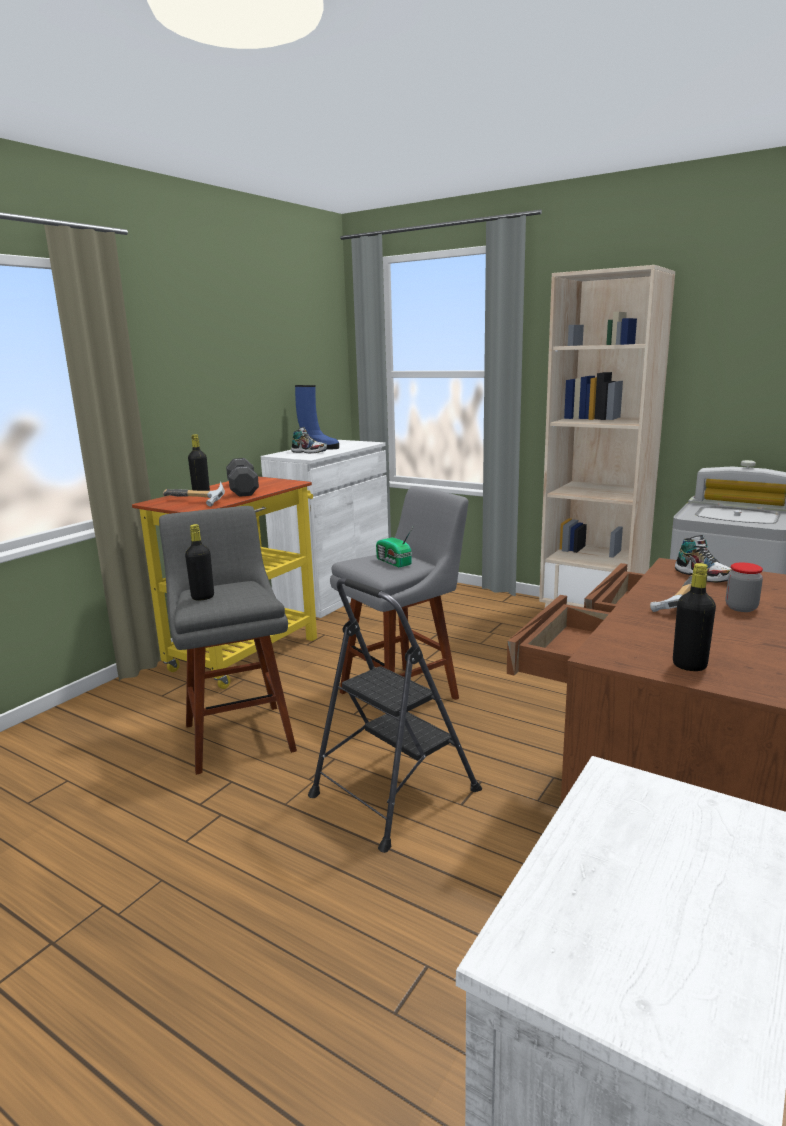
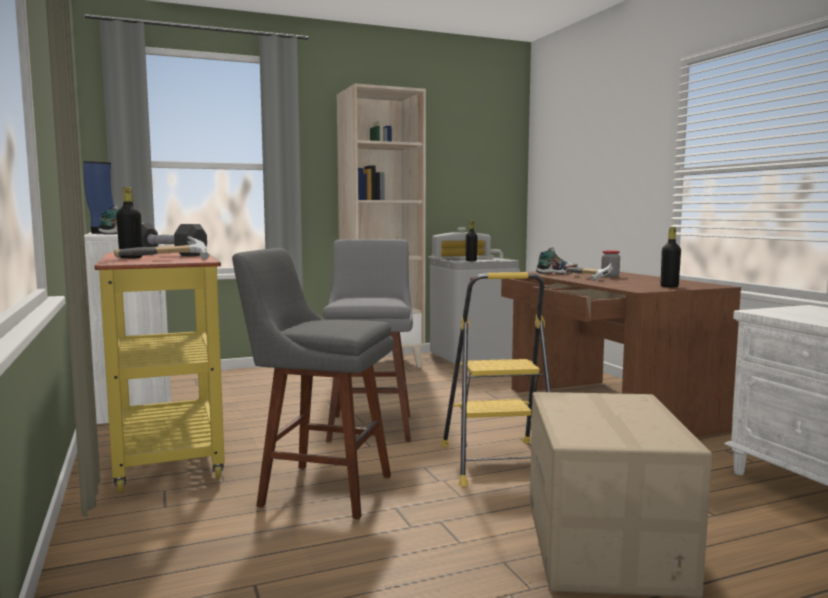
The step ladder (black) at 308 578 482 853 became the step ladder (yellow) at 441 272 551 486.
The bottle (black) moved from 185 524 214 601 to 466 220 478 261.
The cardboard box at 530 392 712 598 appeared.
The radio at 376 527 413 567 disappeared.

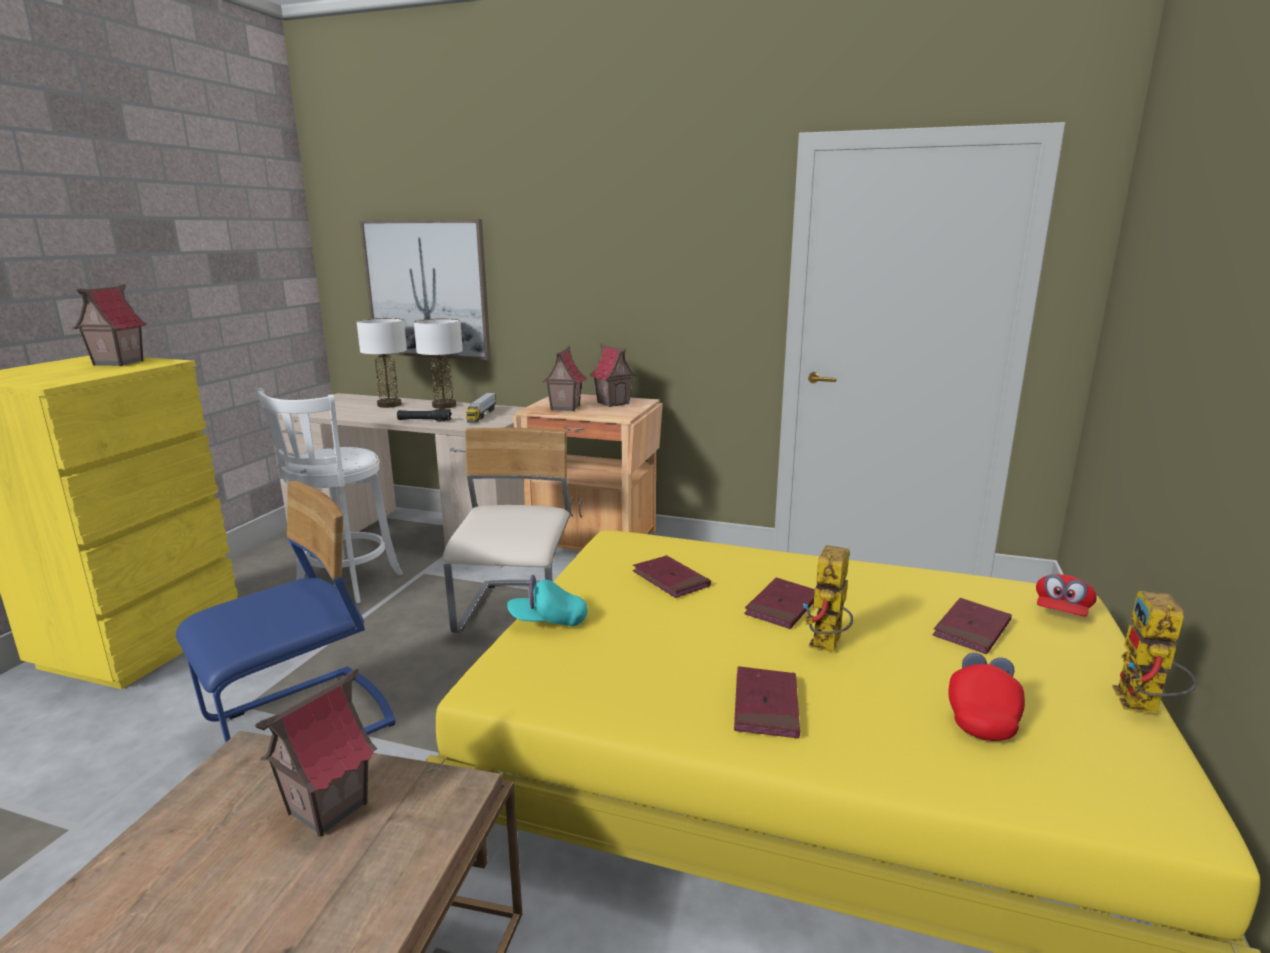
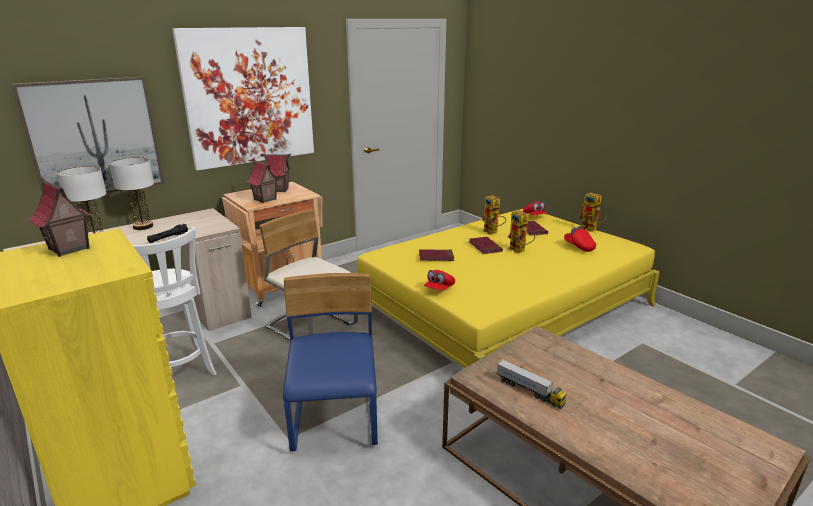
The picture at 172 27 314 171 appeared.
The cap (turquoise) at 507 575 588 627 became the cap (red) at 424 270 455 290.
The toy robot at 482 195 506 235 appeared.
The toy truck moved from 466 393 496 423 to 496 360 567 409.
The toy house at 255 668 377 837 disappeared.
The book (red) at 734 666 800 738 disappeared.

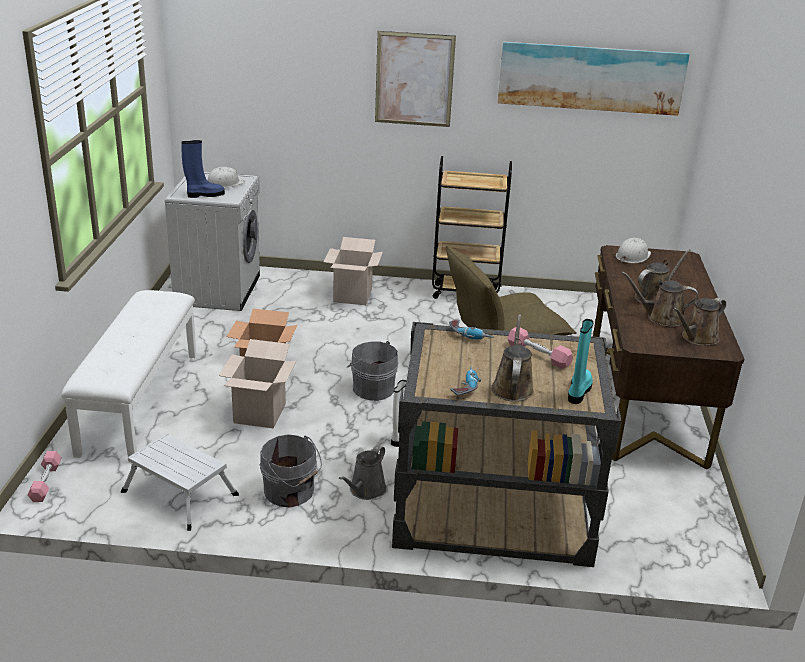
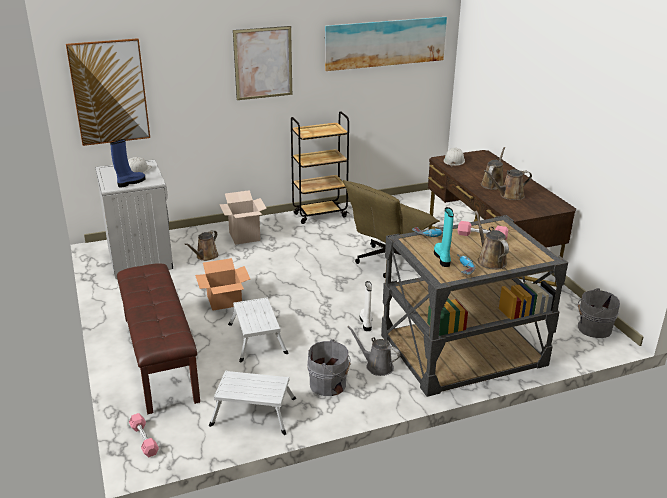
The picture at 66 38 150 146 appeared.
The bench (white) at 61 290 197 458 became the bench (brown) at 117 263 200 414.
The watering can (brown) moved from 673 298 726 345 to 185 230 219 261.
The cardboard box at 218 339 297 428 was replaced by the step ladder (white) at 228 297 289 362.
The watering can (grey) at 339 445 387 500 turned 120 degrees clockwise.
The boot (turquoise) moved from 568 319 593 404 to 434 207 454 267.
The bucket (grey) moved from 347 341 398 401 to 578 288 620 338.

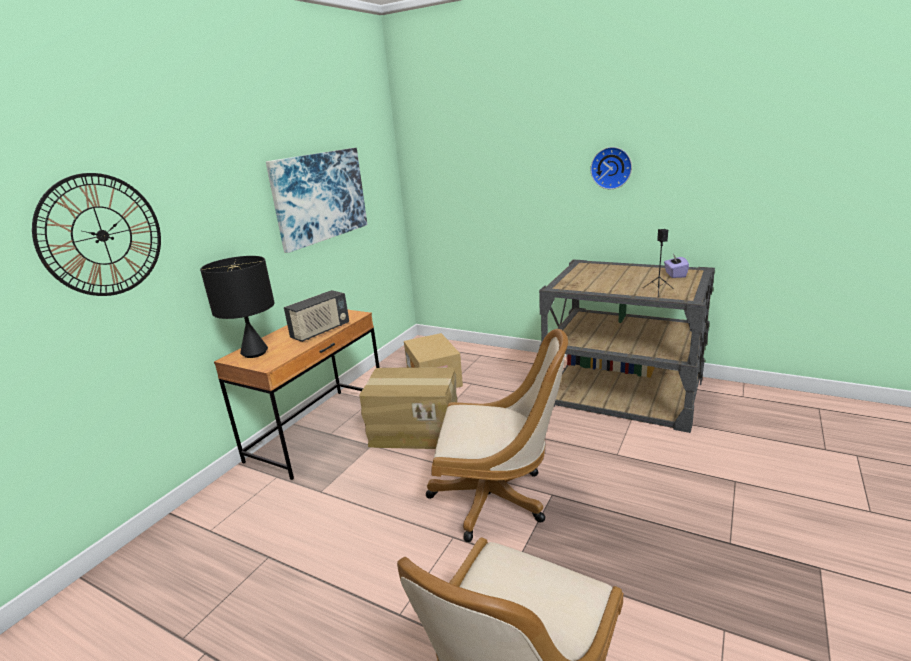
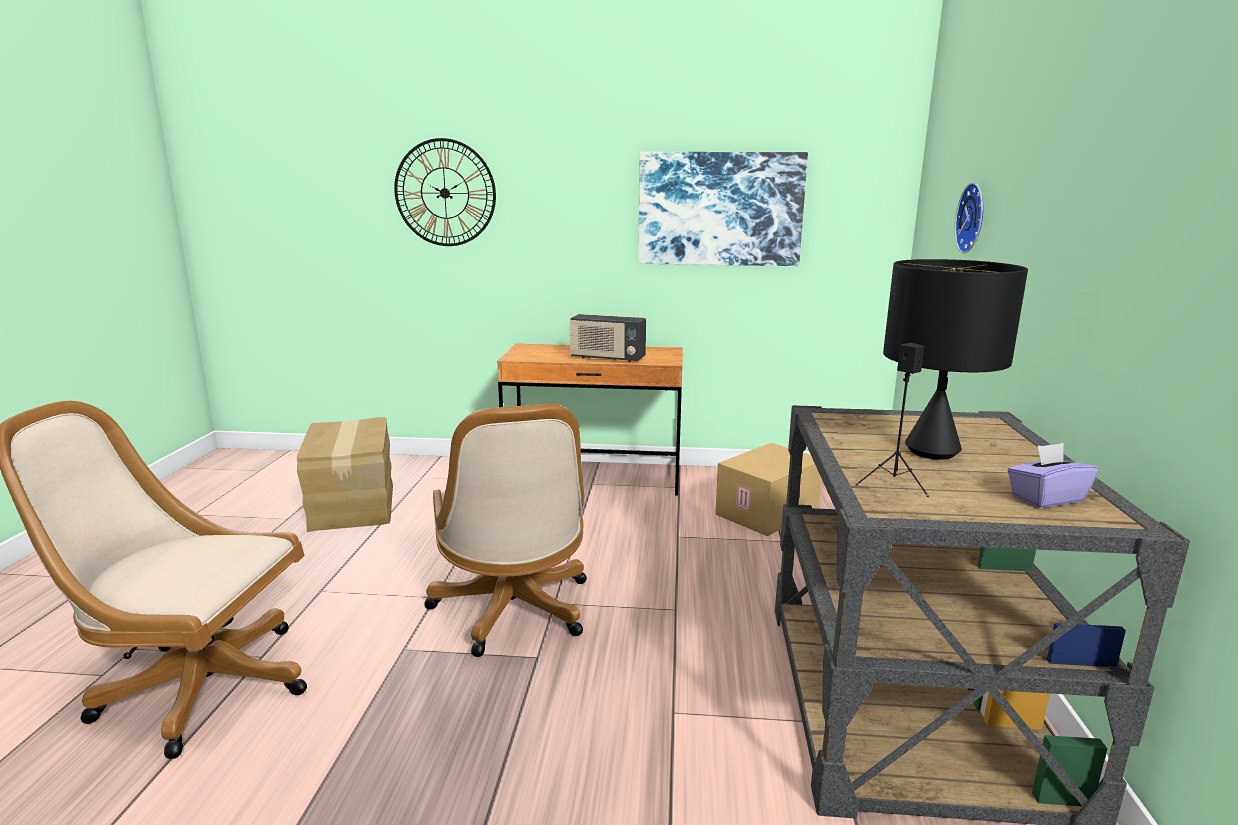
The cardboard box moved from 359 367 457 449 to 297 417 393 532.
The table lamp (black) moved from 200 256 274 358 to 883 259 1028 460.
The wall clock moved from 590 147 632 189 to 954 183 983 253.

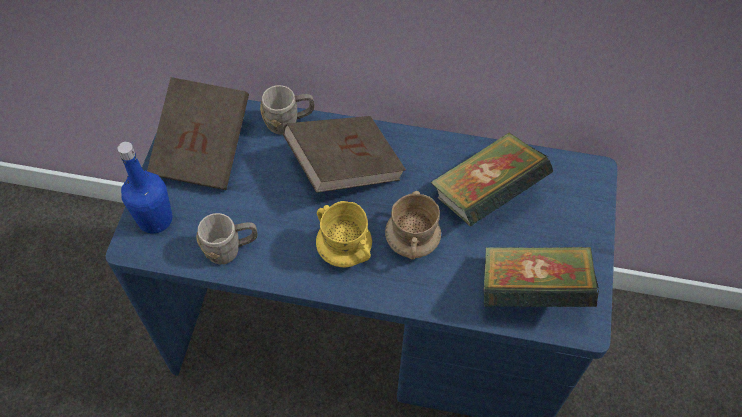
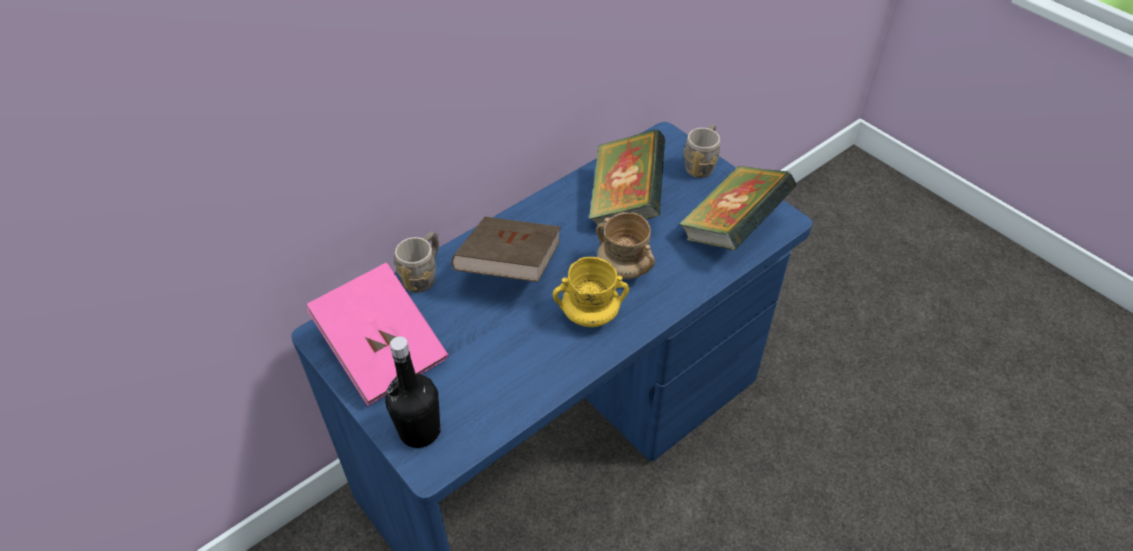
The book (brown) at 147 77 249 190 became the book (pink) at 307 263 449 406.
The bottle (blue) at 117 142 173 233 became the bottle (black) at 385 336 441 448.
The mug (grey) moved from 196 213 258 264 to 683 124 720 178.

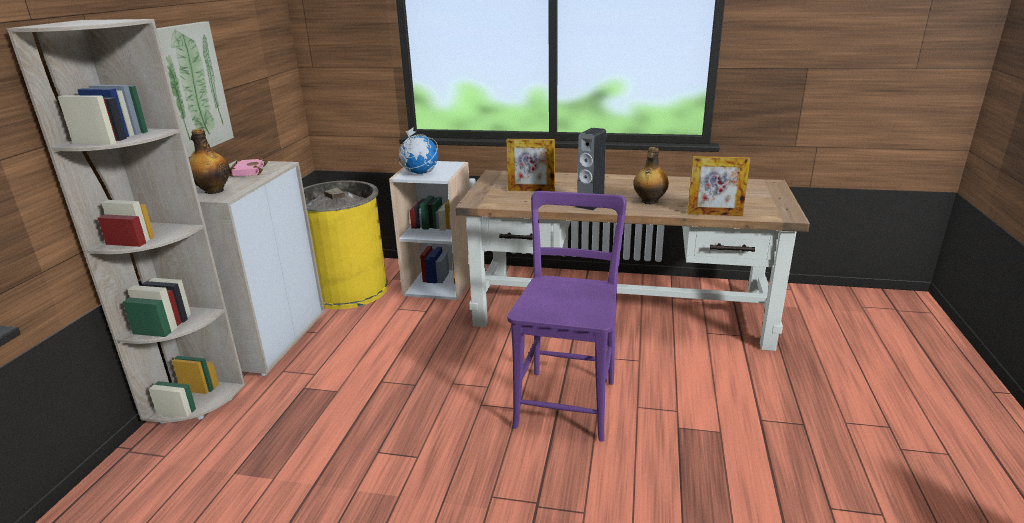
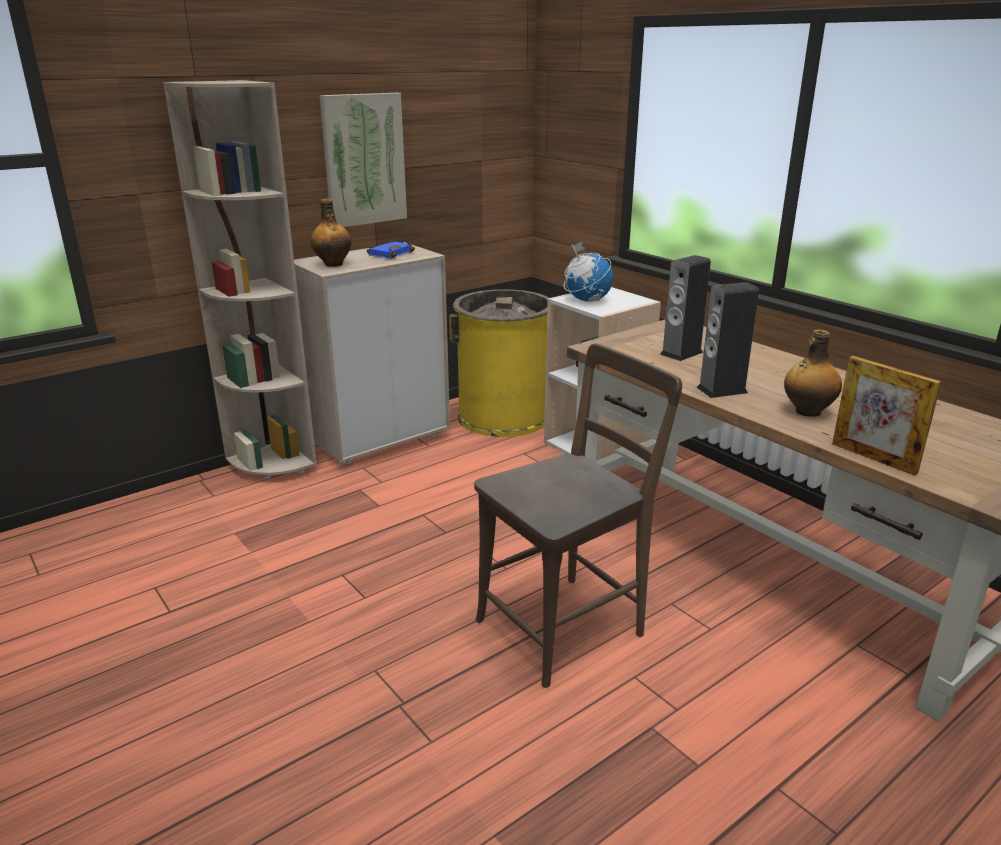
The book (pink) at 230 158 268 177 became the book (blue) at 367 240 415 259.
The chair (purple) at 507 191 627 442 became the chair (brown) at 474 343 682 688.
The picture frame at 506 139 555 191 was replaced by the speaker at 660 255 711 361.

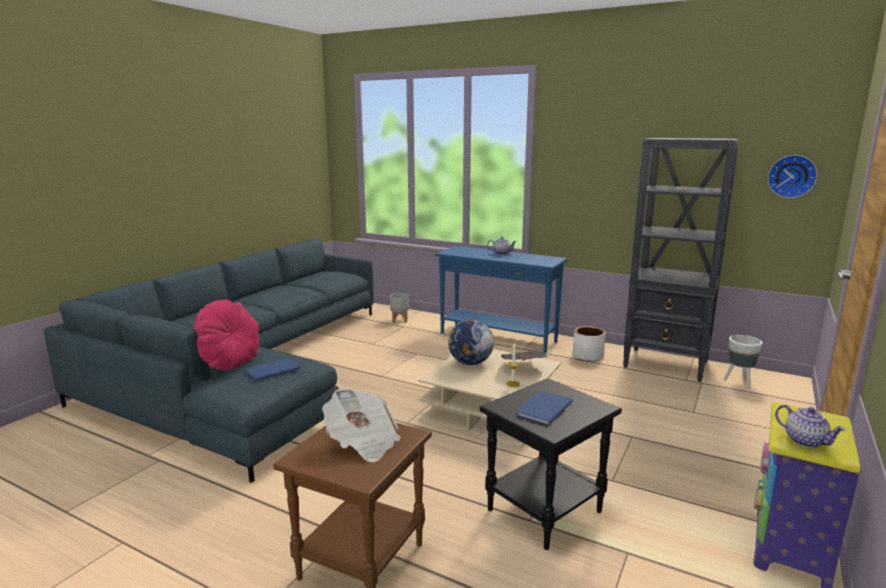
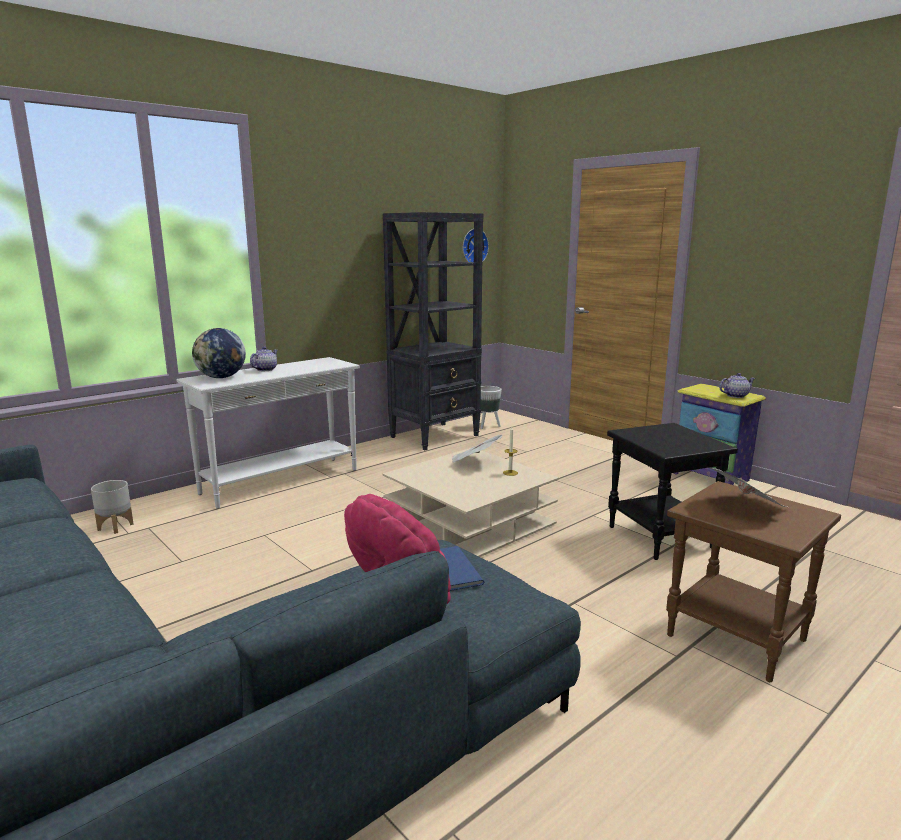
The console table (blue) at 435 246 568 353 became the console table (white) at 176 357 360 509.
The globe moved from 448 320 494 365 to 192 328 246 378.
The book (blue) at 516 391 573 425 disappeared.
The planter (white) at 573 326 605 362 disappeared.

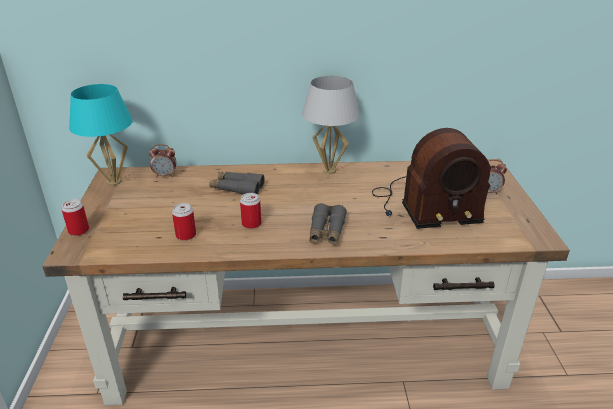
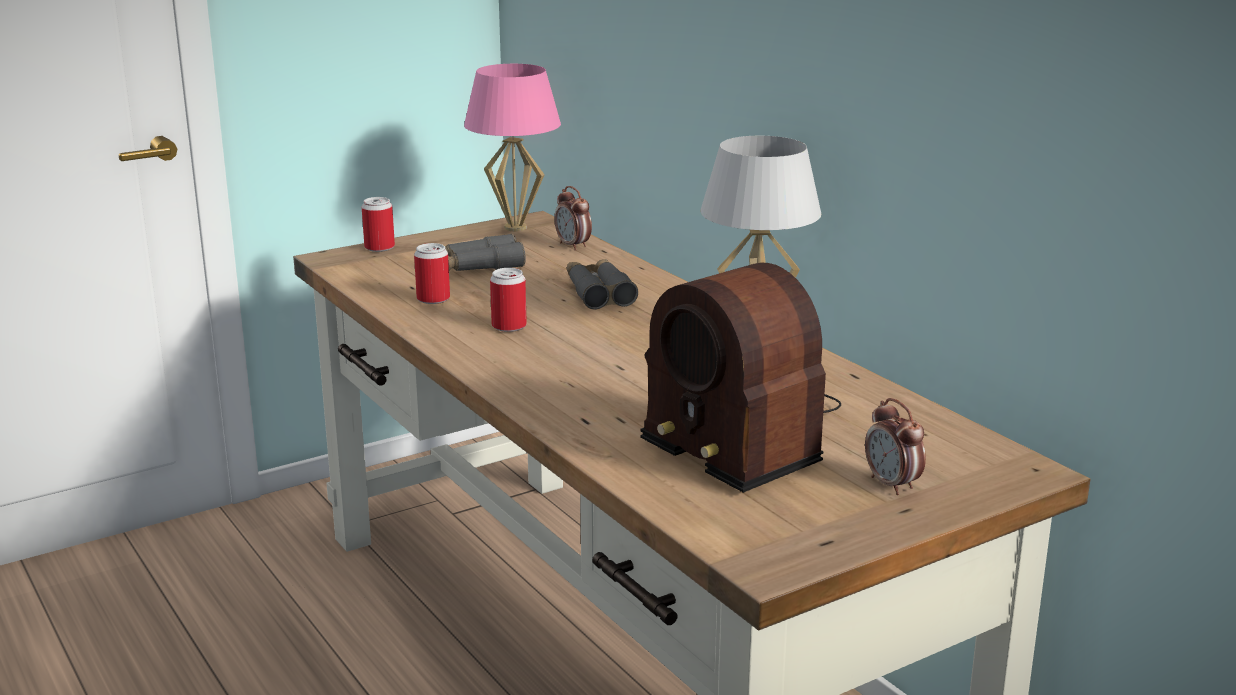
The binoculars (grey) moved from 309 203 347 245 to 445 234 526 271.
The table lamp (turquoise) at 69 84 133 186 became the table lamp (pink) at 464 64 561 231.

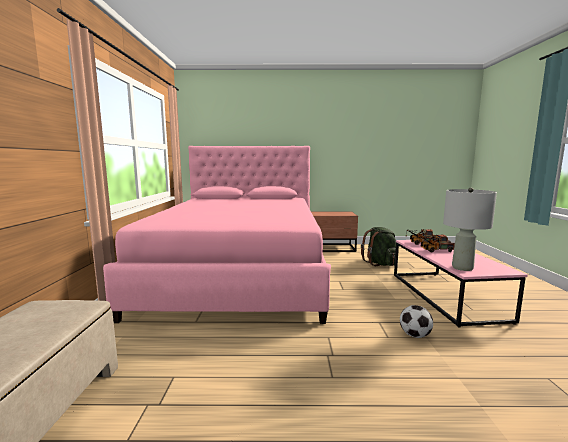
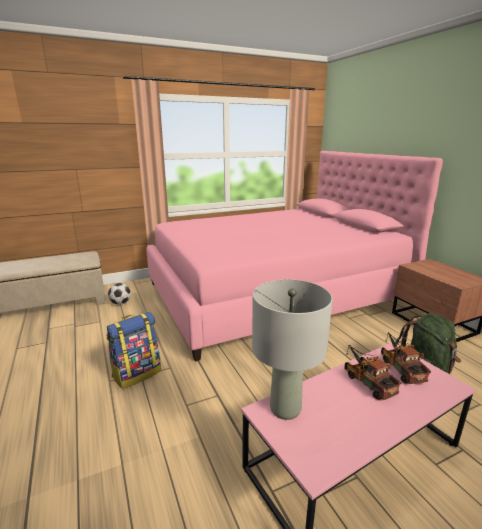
The backpack at 106 312 161 389 appeared.
The football moved from 400 305 433 338 to 108 283 131 305.

